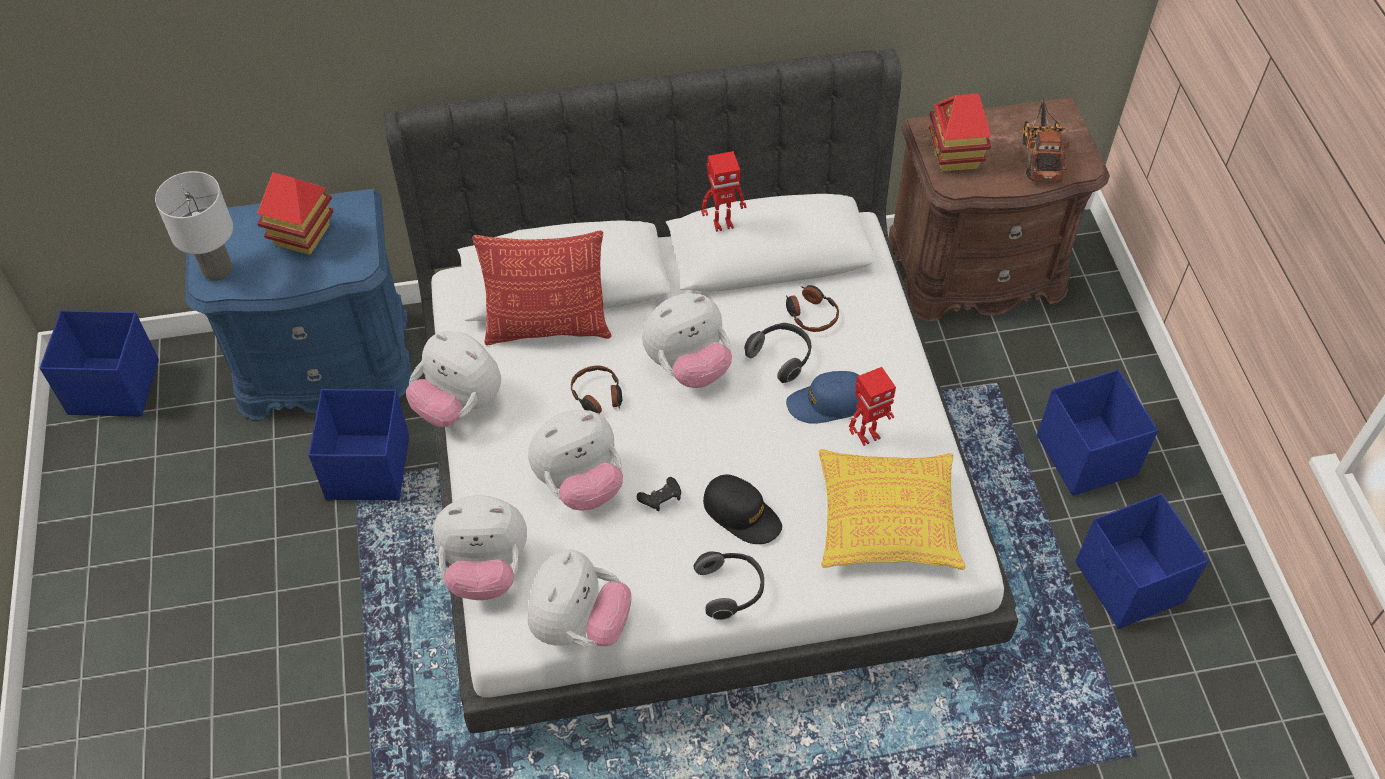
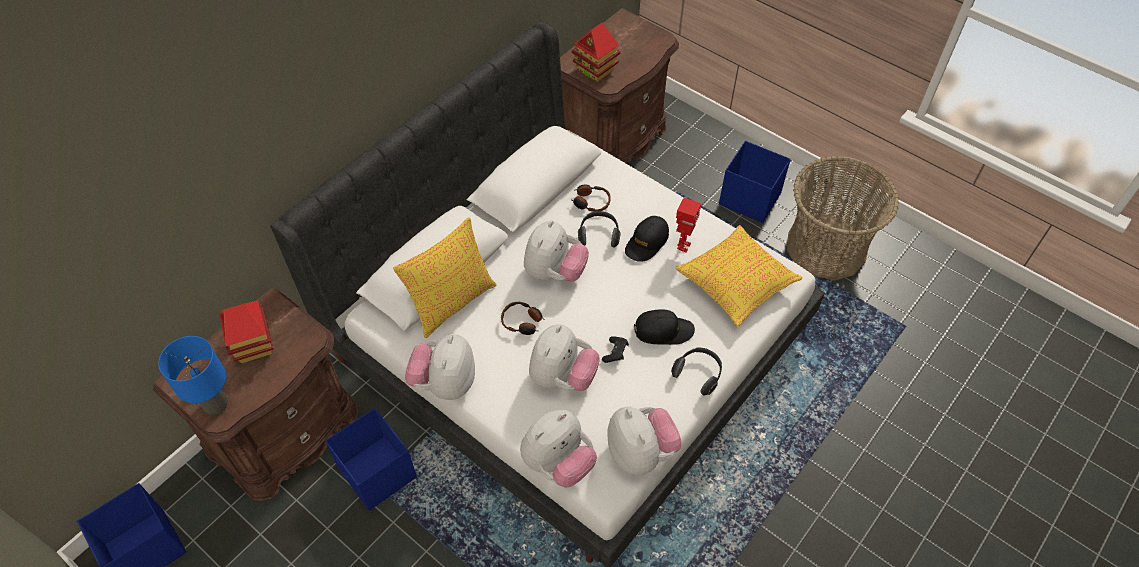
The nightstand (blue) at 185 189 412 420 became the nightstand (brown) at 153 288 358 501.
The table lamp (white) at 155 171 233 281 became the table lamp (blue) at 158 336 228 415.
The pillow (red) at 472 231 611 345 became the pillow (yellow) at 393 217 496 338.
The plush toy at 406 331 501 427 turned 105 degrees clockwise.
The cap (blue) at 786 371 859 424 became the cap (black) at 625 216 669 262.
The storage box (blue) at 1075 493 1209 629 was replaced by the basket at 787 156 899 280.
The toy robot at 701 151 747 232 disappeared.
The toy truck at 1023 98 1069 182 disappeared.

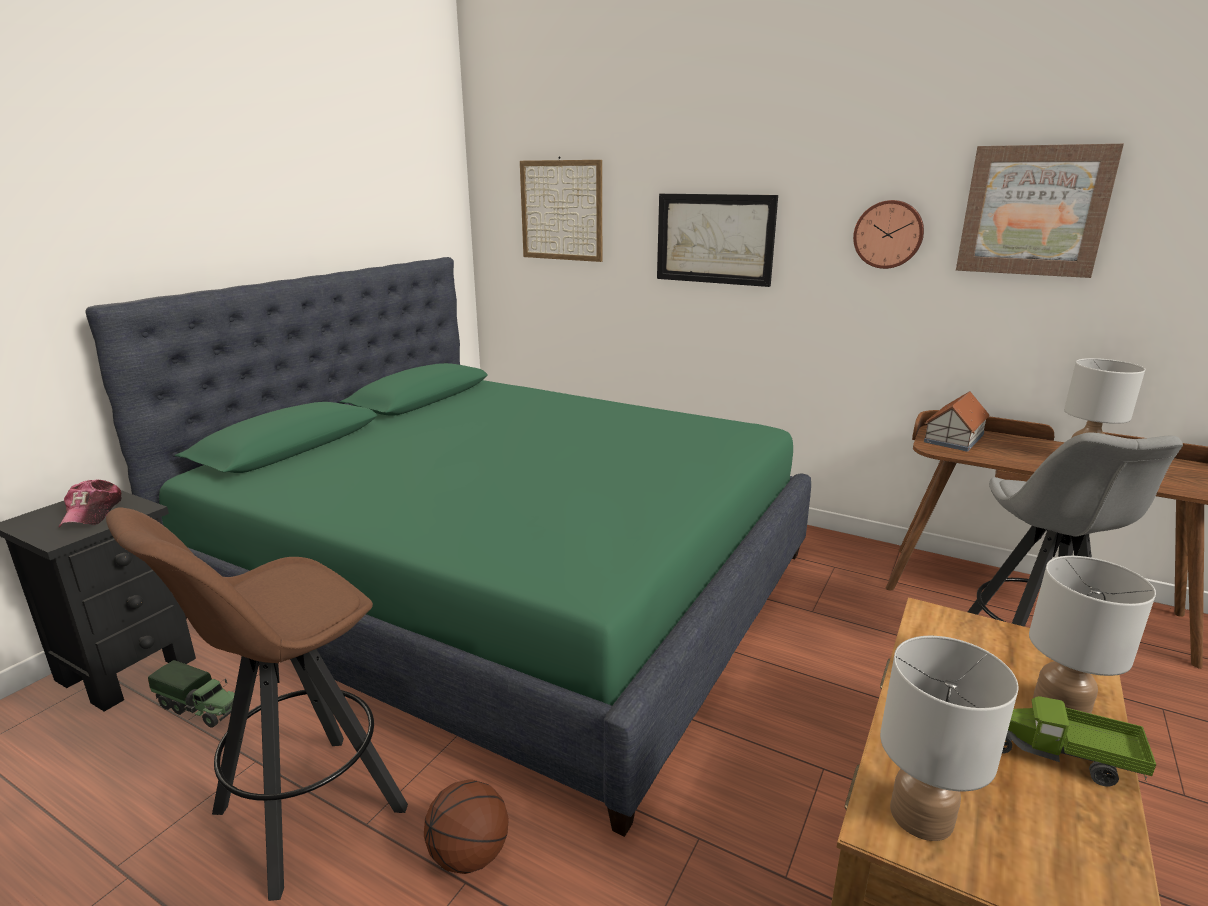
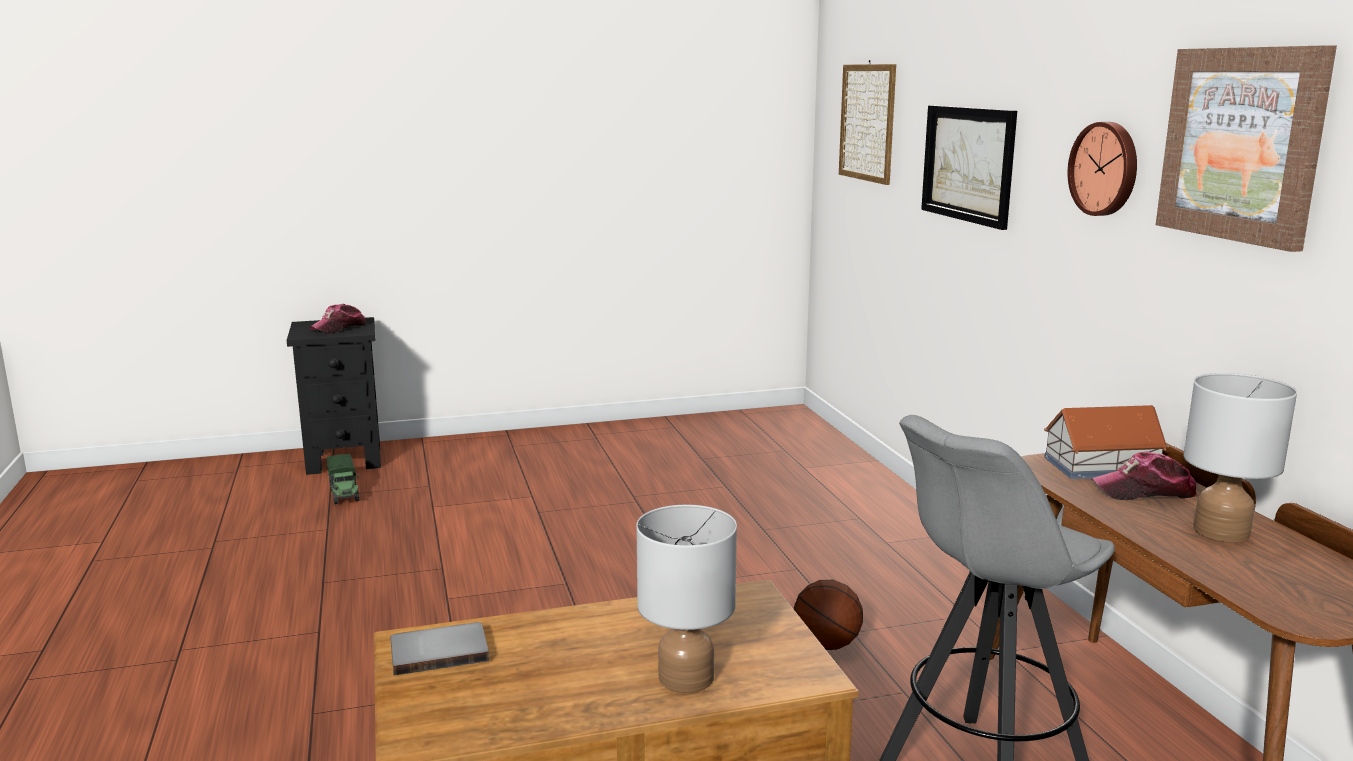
The table lamp (grey) at 880 636 1018 841 was replaced by the book (grey) at 390 622 489 676.
The basketball moved from 424 780 509 874 to 794 580 863 650.
The cap at 1091 452 1198 500 appeared.
The bed (green) at 85 257 811 837 disappeared.
The stool (brown) at 106 507 408 901 disappeared.
The toy truck at 1002 696 1156 786 disappeared.

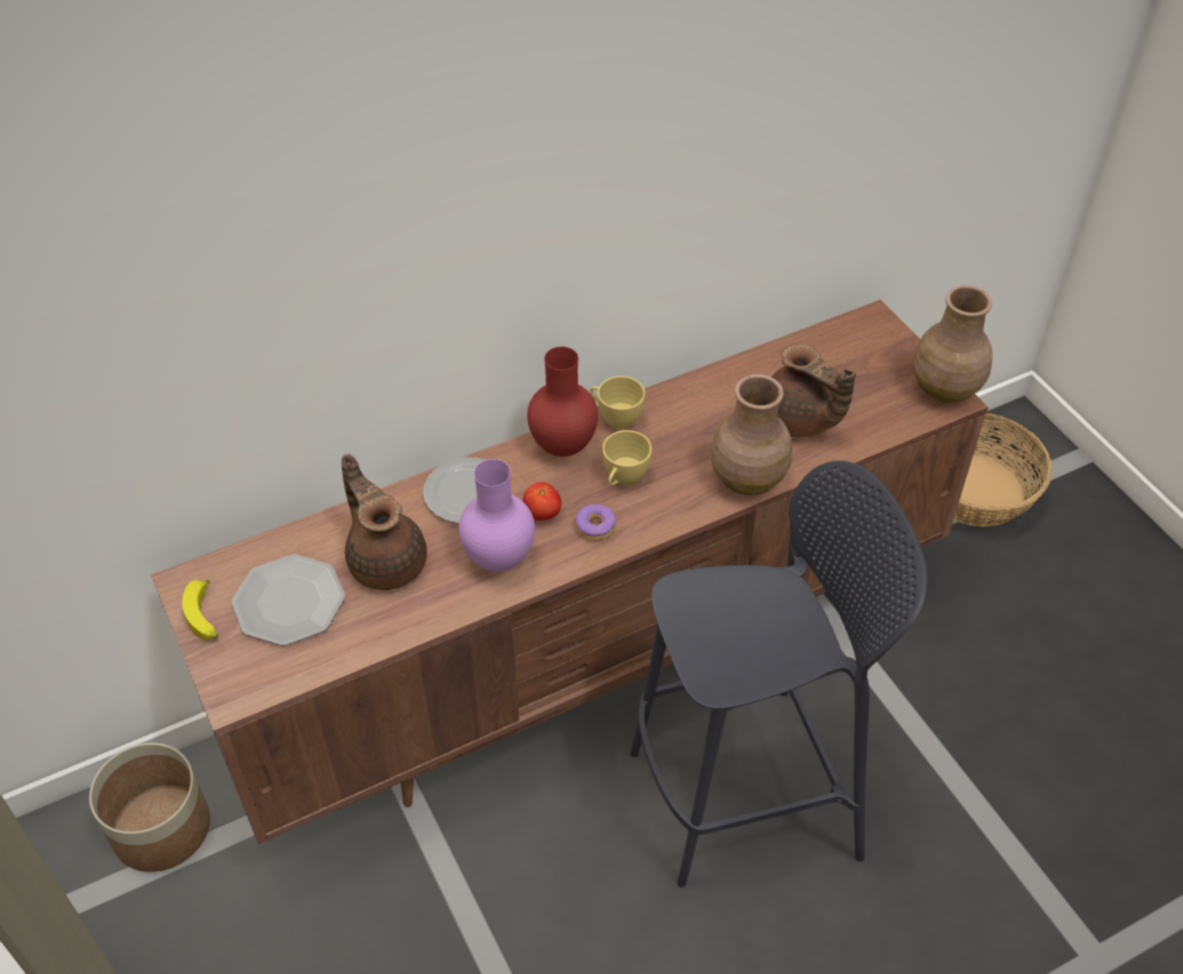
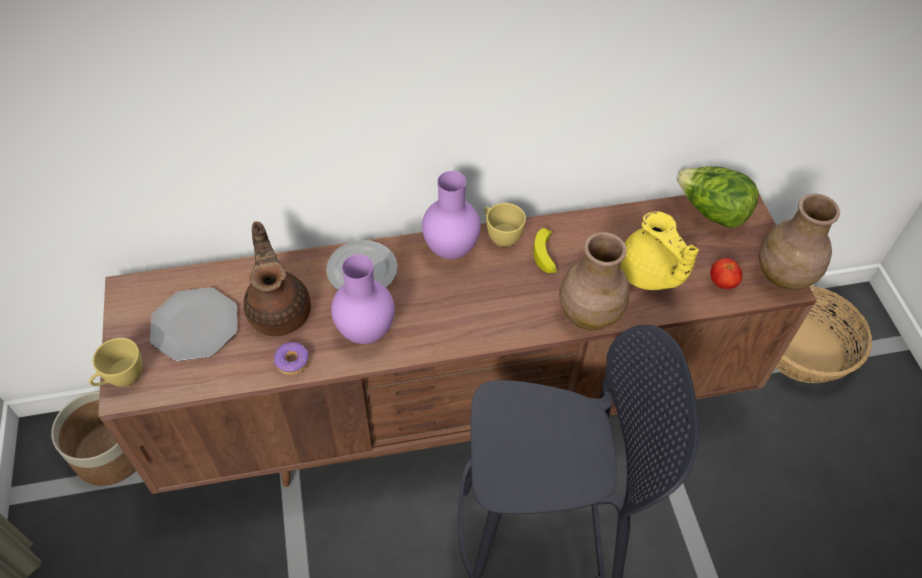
The cup (yellow) moved from 602 430 652 486 to 89 338 143 387.
The donut moved from 576 504 616 540 to 274 342 309 375.
The vase (red) at 527 347 598 457 became the vase (purple) at 422 171 481 259.
The banana moved from 182 579 218 640 to 533 228 557 273.
The teapot (brown) at 771 344 856 438 became the teapot (yellow) at 620 211 699 290.
The lettuce at 677 166 759 228 appeared.
The tomato moved from 523 482 562 520 to 711 258 742 289.

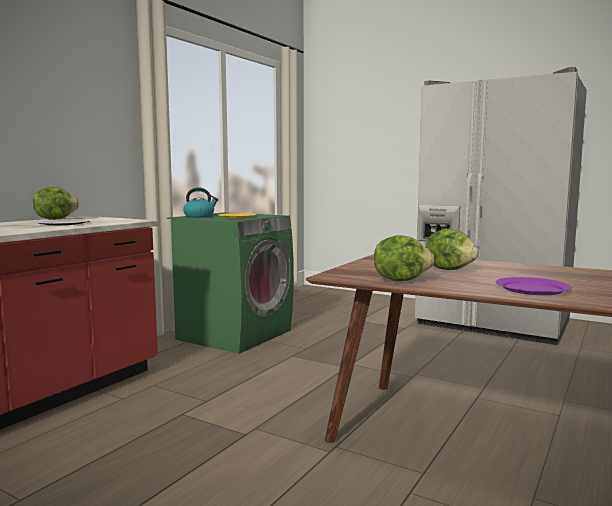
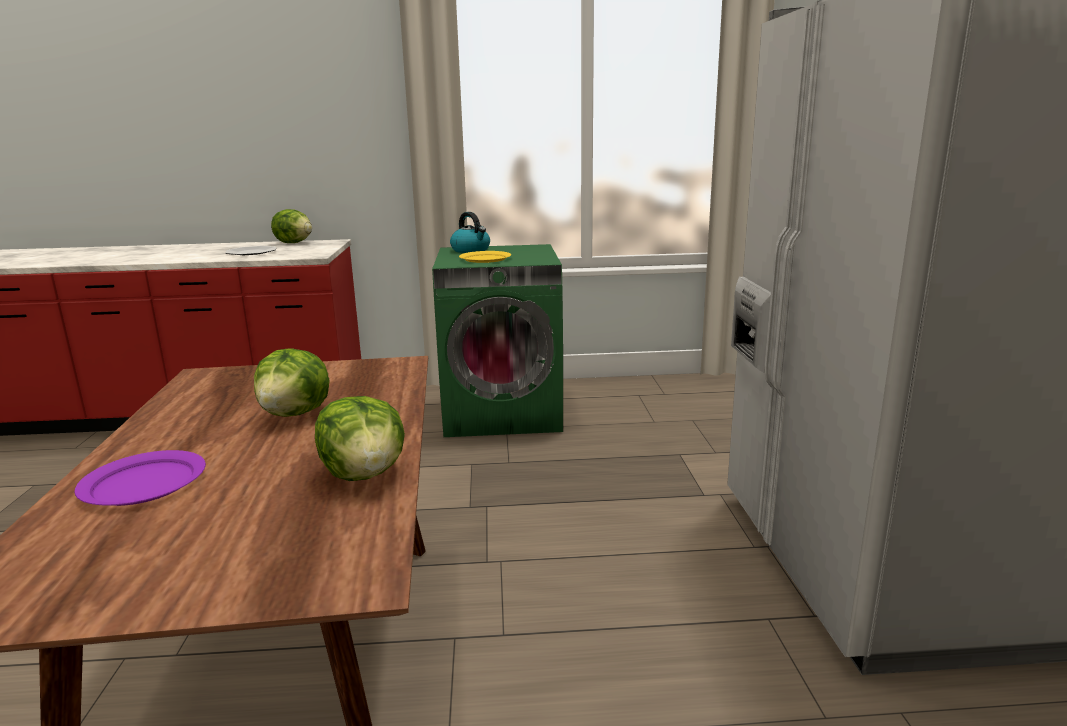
The lettuce moved from 374 235 434 281 to 315 396 405 481.

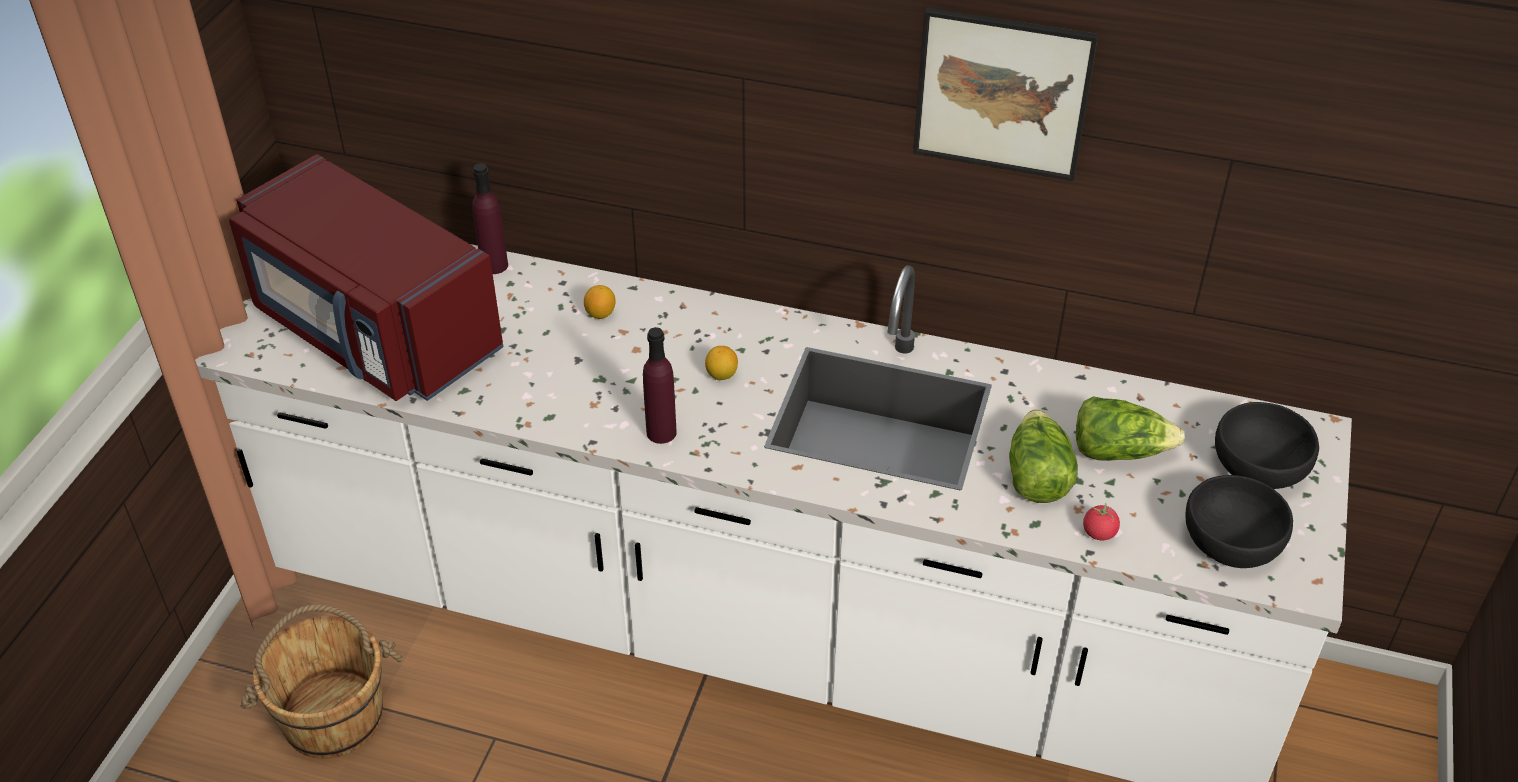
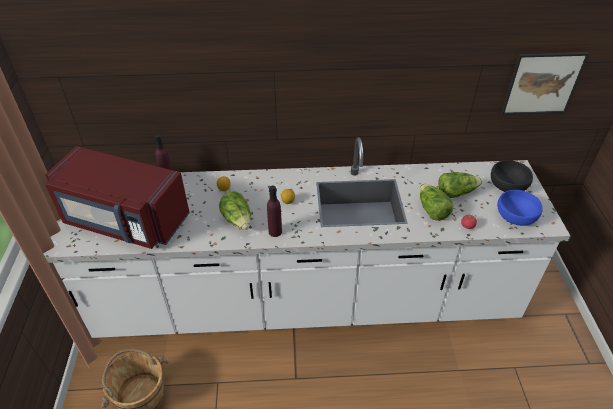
The lettuce at 219 192 251 230 appeared.
The bowl (black) at 1186 475 1293 568 became the bowl (blue) at 497 190 543 226.
The picture moved from 913 8 1099 181 to 501 52 589 115.

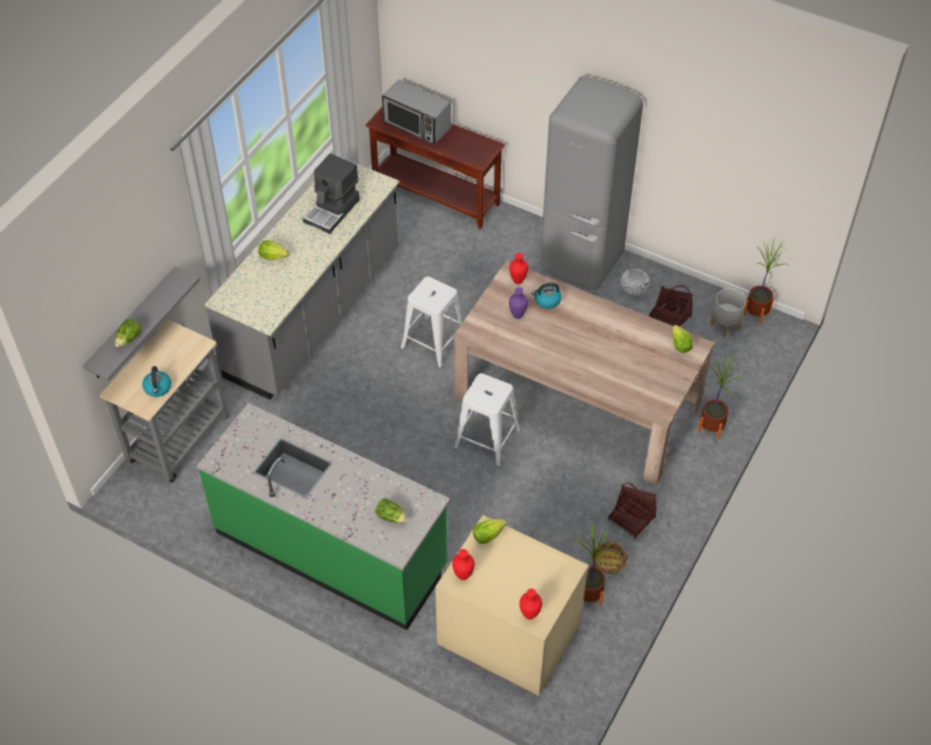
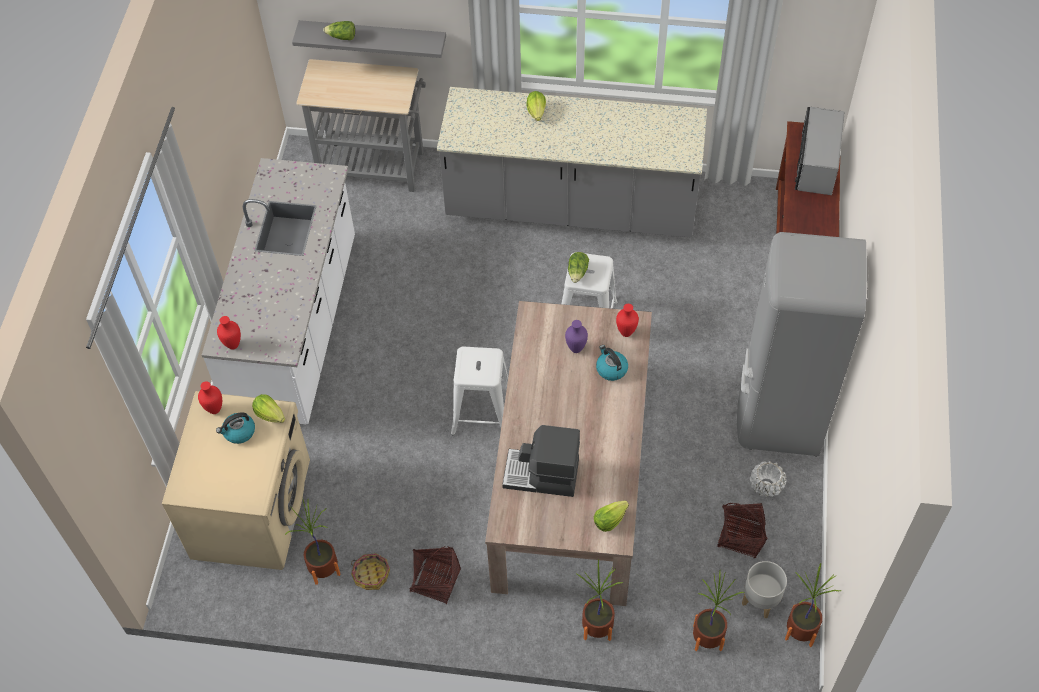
The counter (green) at 197 403 450 630 became the counter (white) at 202 158 355 424.
The kettle moved from 142 366 171 397 to 216 412 255 444.
The vase (red) moved from 519 588 542 620 to 217 316 241 350.
The coffee machine moved from 303 154 360 234 to 502 425 580 497.
The lettuce moved from 376 498 407 523 to 568 252 589 283.
The potted plant at 693 571 745 651 appeared.

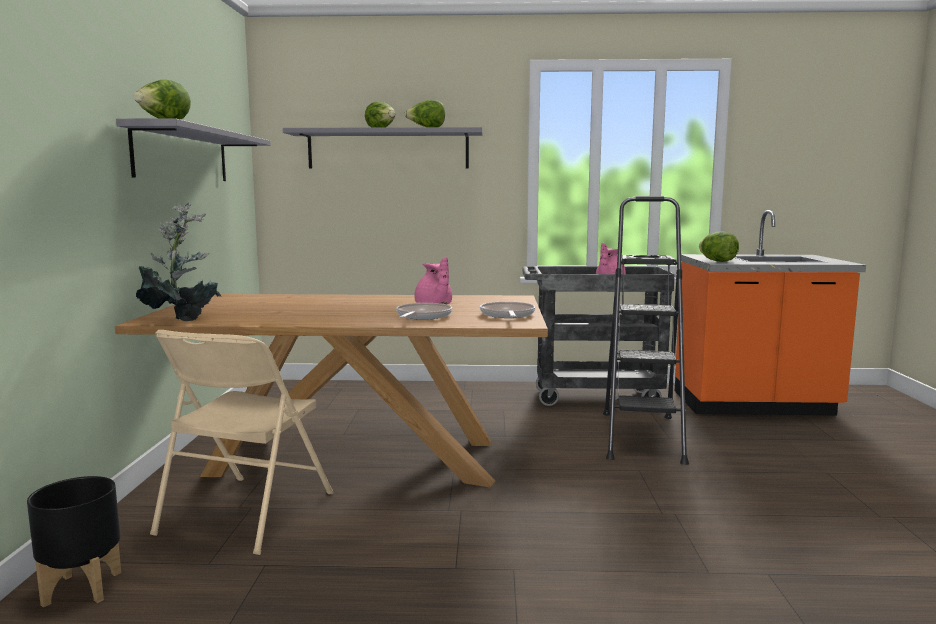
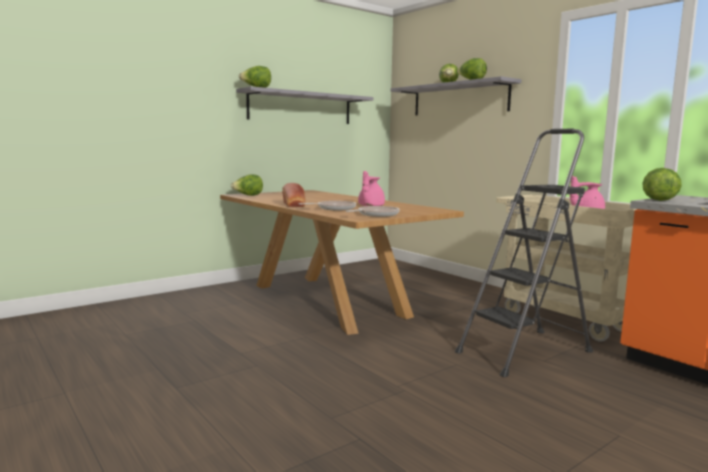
The potted plant at 136 203 222 321 was replaced by the lettuce at 231 174 263 196.
The bread at 282 183 306 207 appeared.
The cart (black) at 522 266 675 406 became the cart (beige) at 496 195 637 342.
The planter (black) at 27 476 121 607 disappeared.
The chair (beige) at 150 330 334 555 disappeared.

